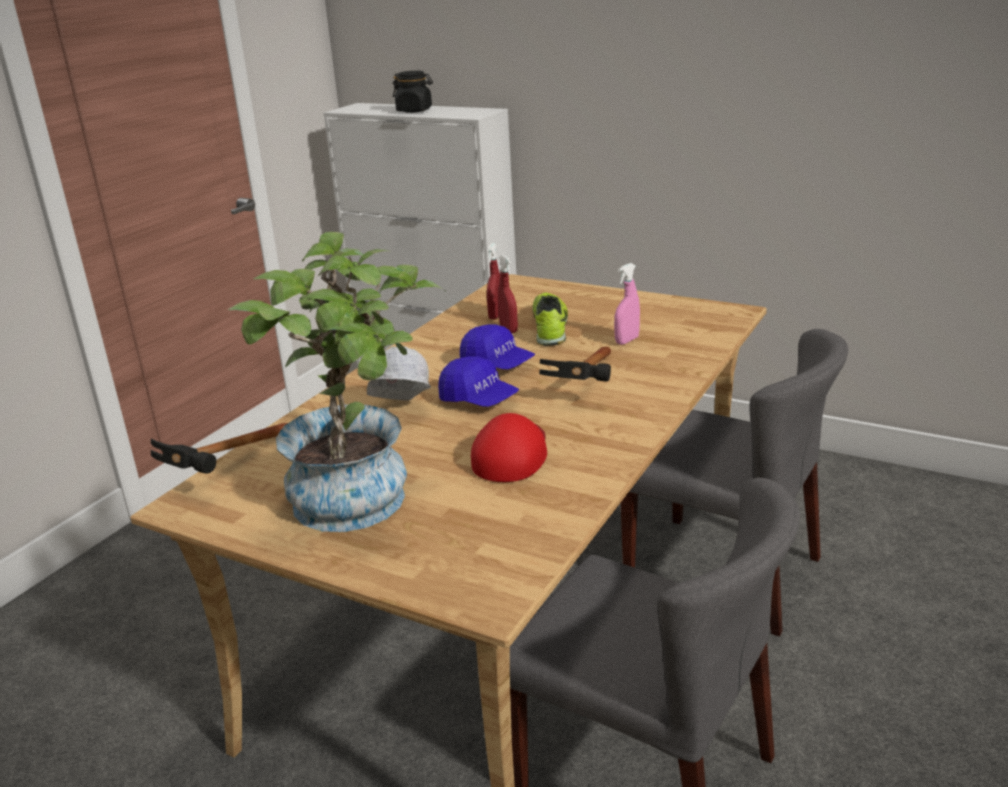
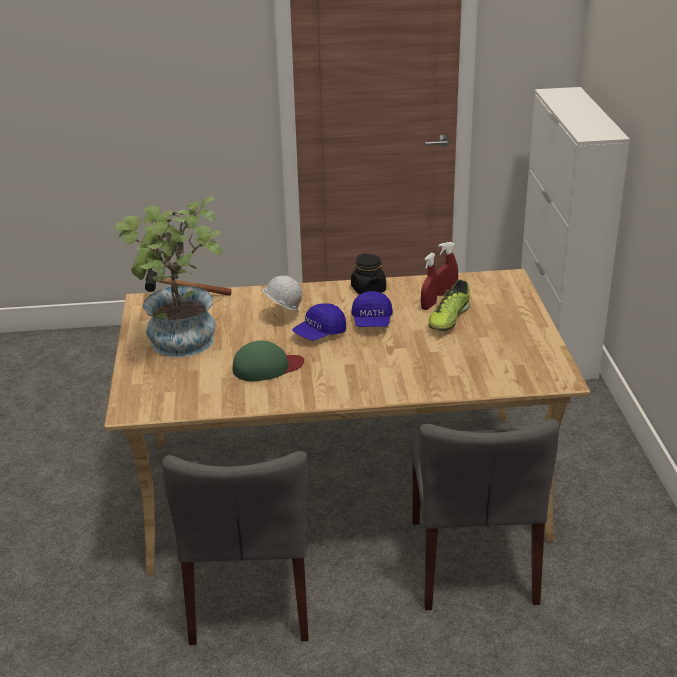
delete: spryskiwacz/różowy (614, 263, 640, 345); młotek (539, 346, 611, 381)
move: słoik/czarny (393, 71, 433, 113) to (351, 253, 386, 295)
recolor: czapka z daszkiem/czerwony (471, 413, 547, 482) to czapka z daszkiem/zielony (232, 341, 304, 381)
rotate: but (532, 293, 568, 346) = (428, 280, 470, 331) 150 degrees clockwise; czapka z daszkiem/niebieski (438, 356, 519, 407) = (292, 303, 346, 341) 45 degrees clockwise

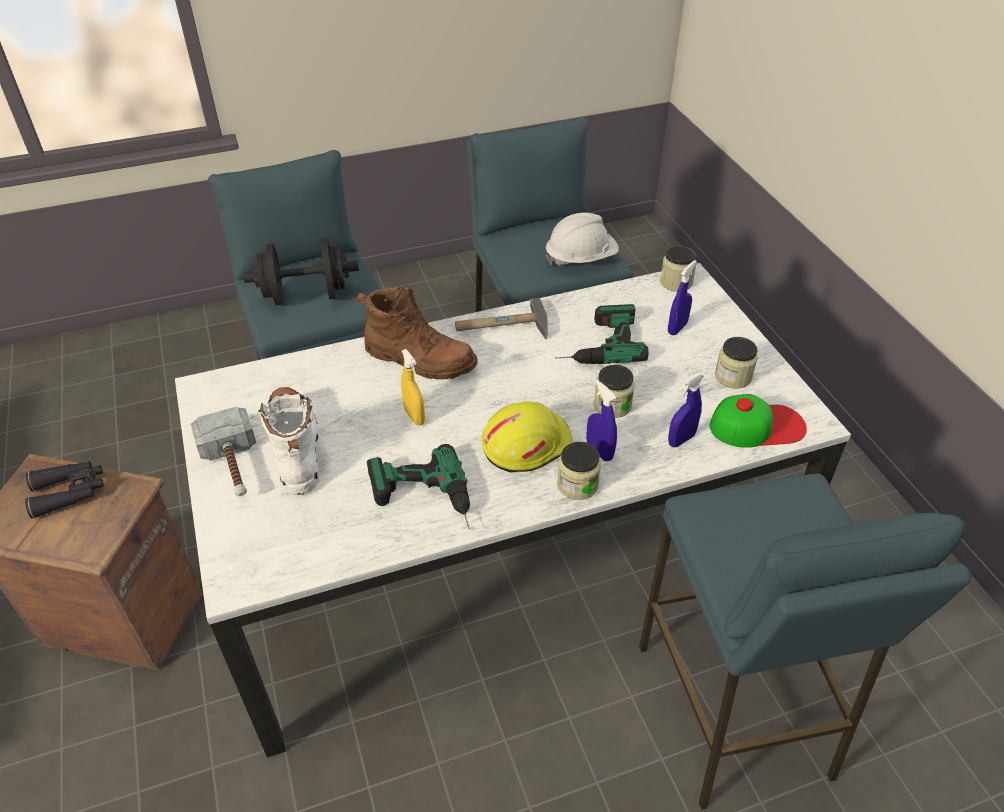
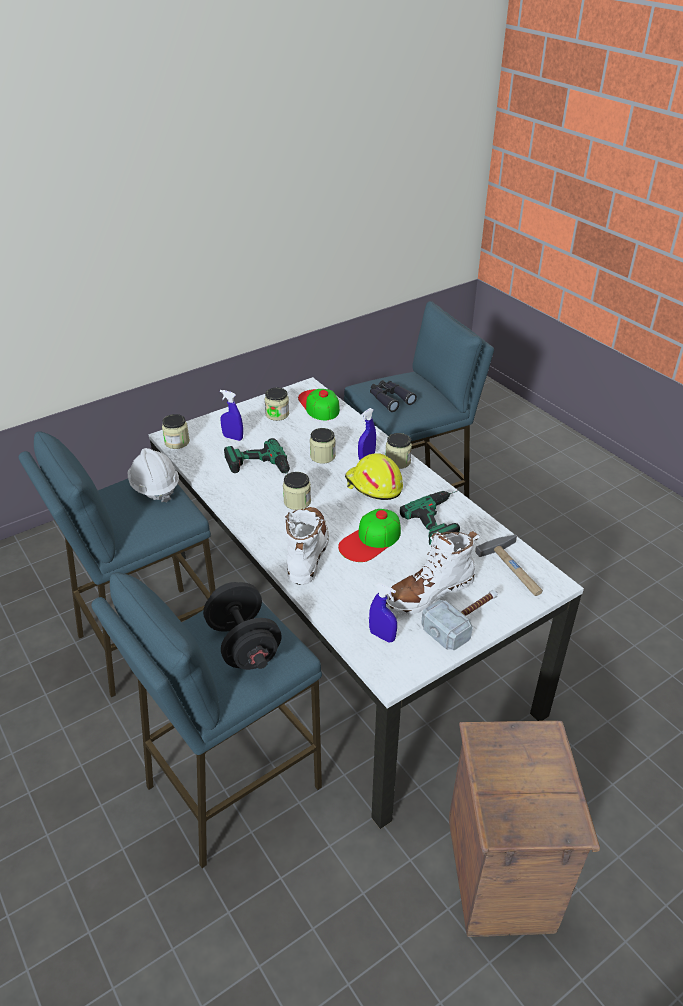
insert: słoik (283, 472, 311, 510)
move: młotek (455, 298, 548, 339) to (475, 535, 543, 596); spryskiwacz/niebieski (668, 373, 704, 447) to (369, 583, 397, 643); lornetka/czarny (25, 461, 104, 518) to (370, 380, 417, 412)
replace: spryskiwacz/żółty (401, 349, 425, 425) to czapka z daszkiem (338, 509, 401, 562)
recolor: but z cholewką/brązowy (355, 285, 478, 380) to but z cholewką/biały (285, 507, 329, 585)

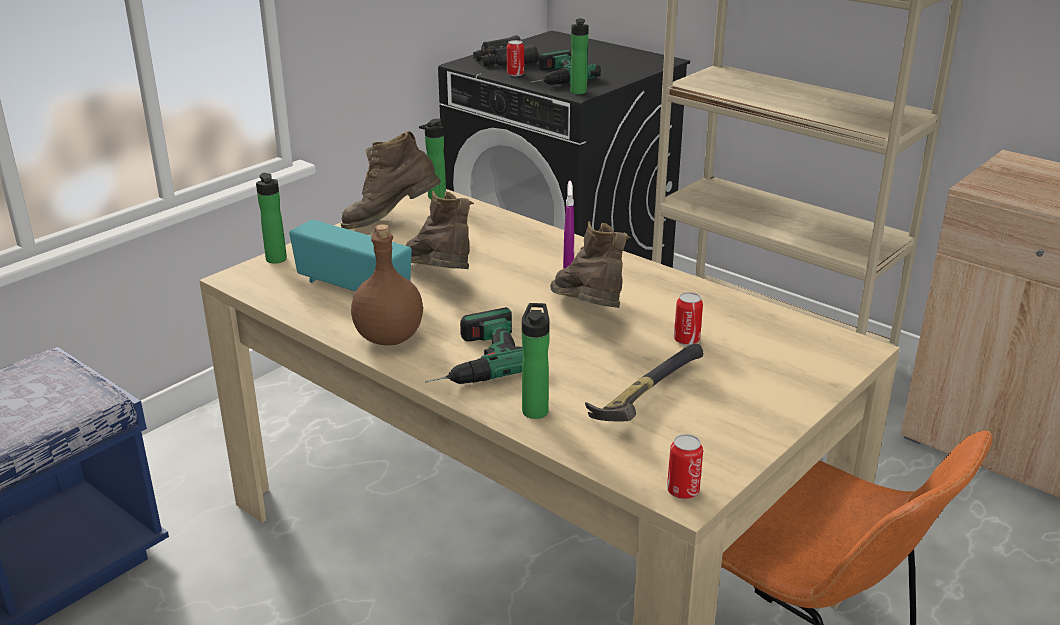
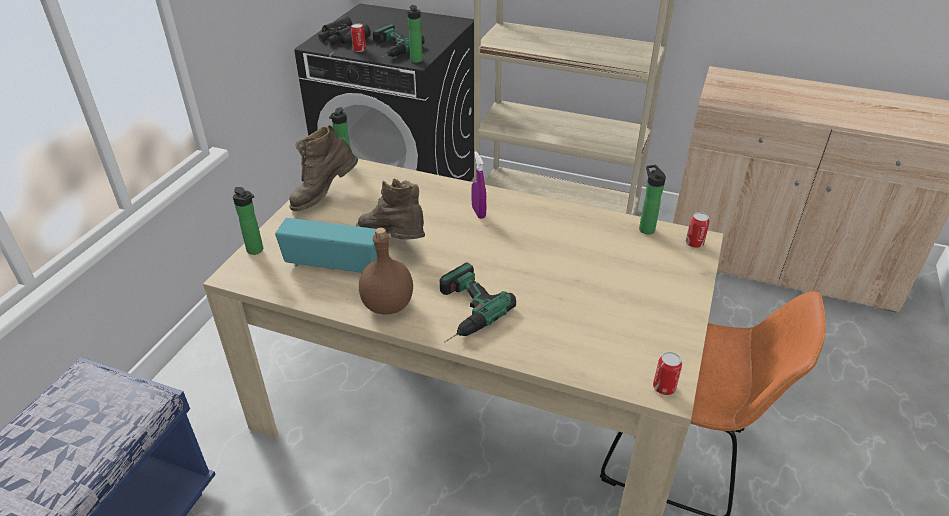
delete: but z cholewką/brązowy (550, 221, 631, 308); młotek (585, 344, 703, 422)
move: puszka (674, 292, 703, 345) to (686, 212, 710, 248); butelka (522, 303, 549, 419) to (639, 165, 666, 234)

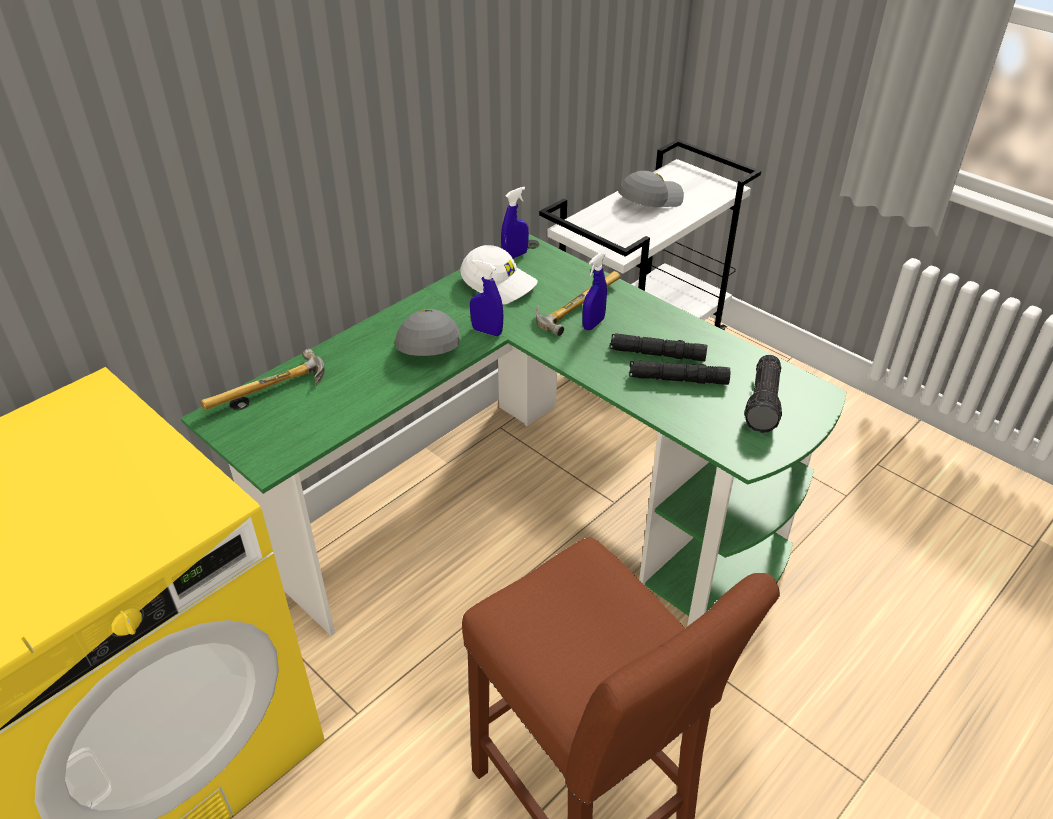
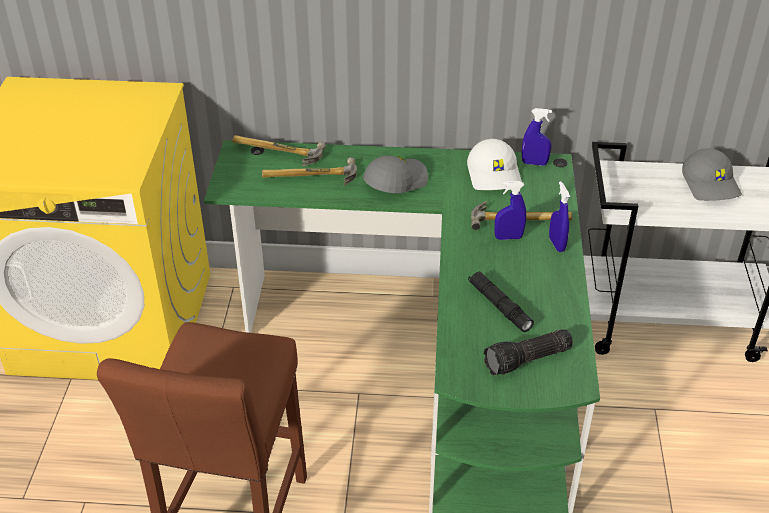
delete: latarka/czarny (609, 333, 707, 361)
insert: młotek (262, 157, 357, 186)
move: spryskiwacz/niebieski (470, 260, 504, 336) to (549, 181, 570, 252)
rotate: czapka z daszkiem/szary (618, 171, 684, 207) = (682, 148, 742, 201) 60 degrees clockwise

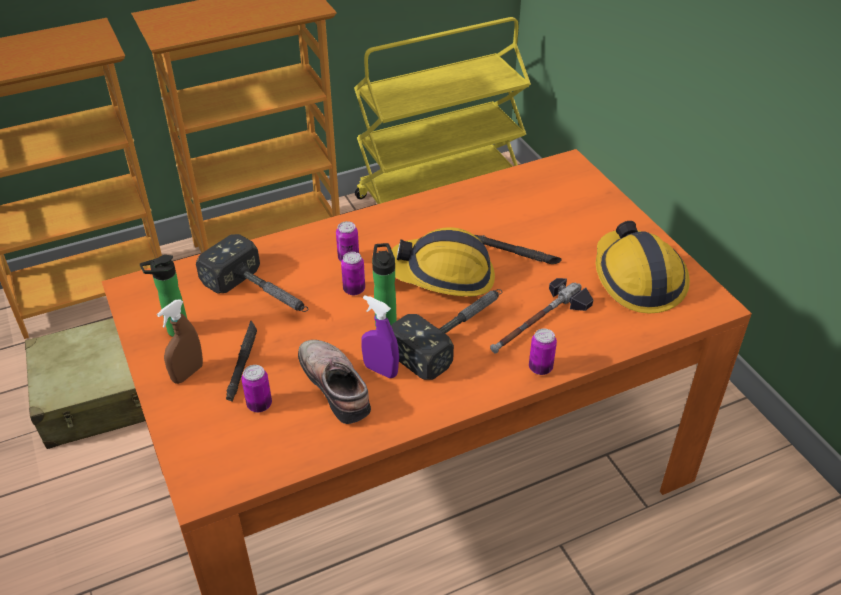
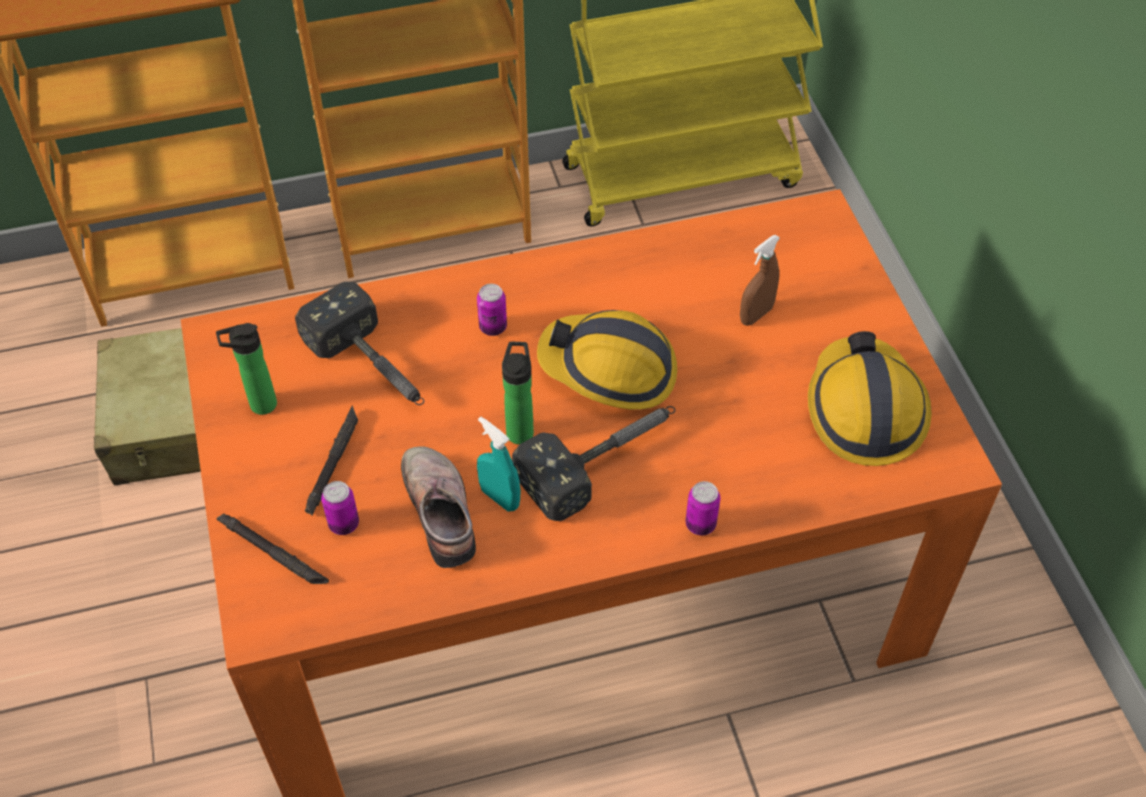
delete: puszka (341, 252, 365, 295); młotek (490, 278, 593, 354)
move: latarka/czarny (475, 235, 562, 264) to (217, 514, 329, 584); spryskiwacz/brązowy (157, 299, 203, 384) to (740, 235, 780, 326)
recolor: spryskiwacz/fioletowy (361, 295, 399, 378) to spryskiwacz/turkusowy (477, 417, 520, 512)

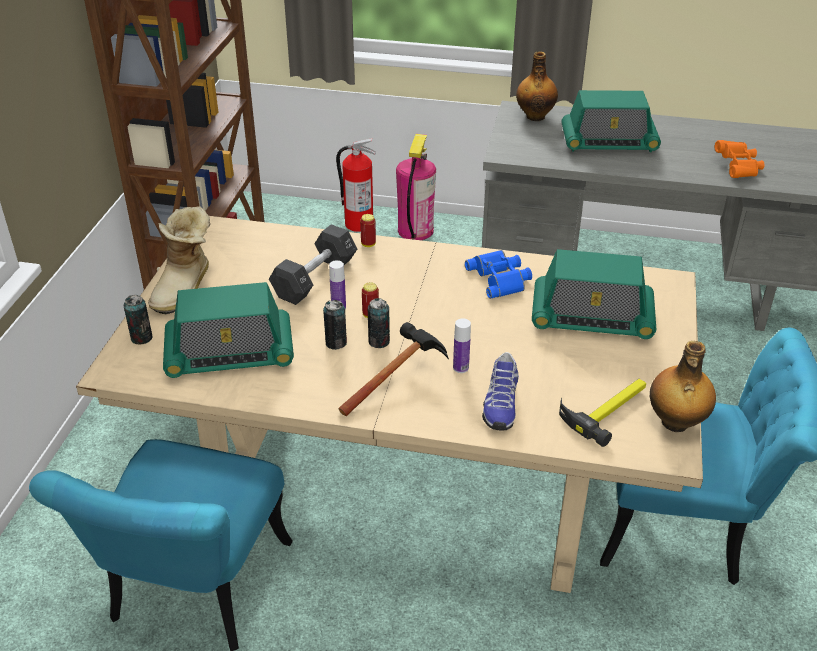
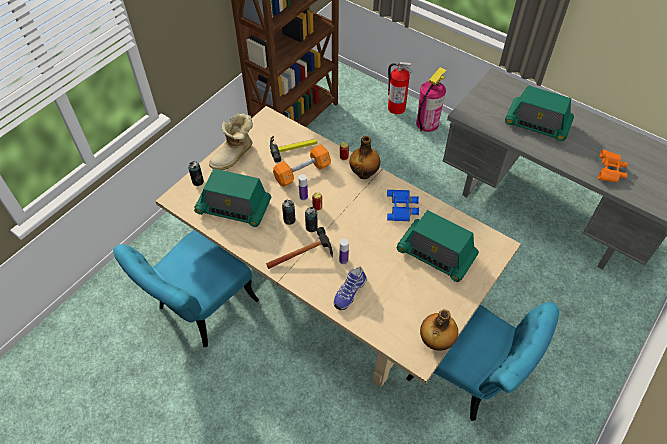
move: butelka (516, 51, 558, 121) to (349, 136, 381, 179); młotek (559, 379, 646, 447) to (270, 135, 317, 163)
recolor: hantel/czarny (269, 224, 357, 305) to hantel/pomarańczowy (273, 144, 331, 187)

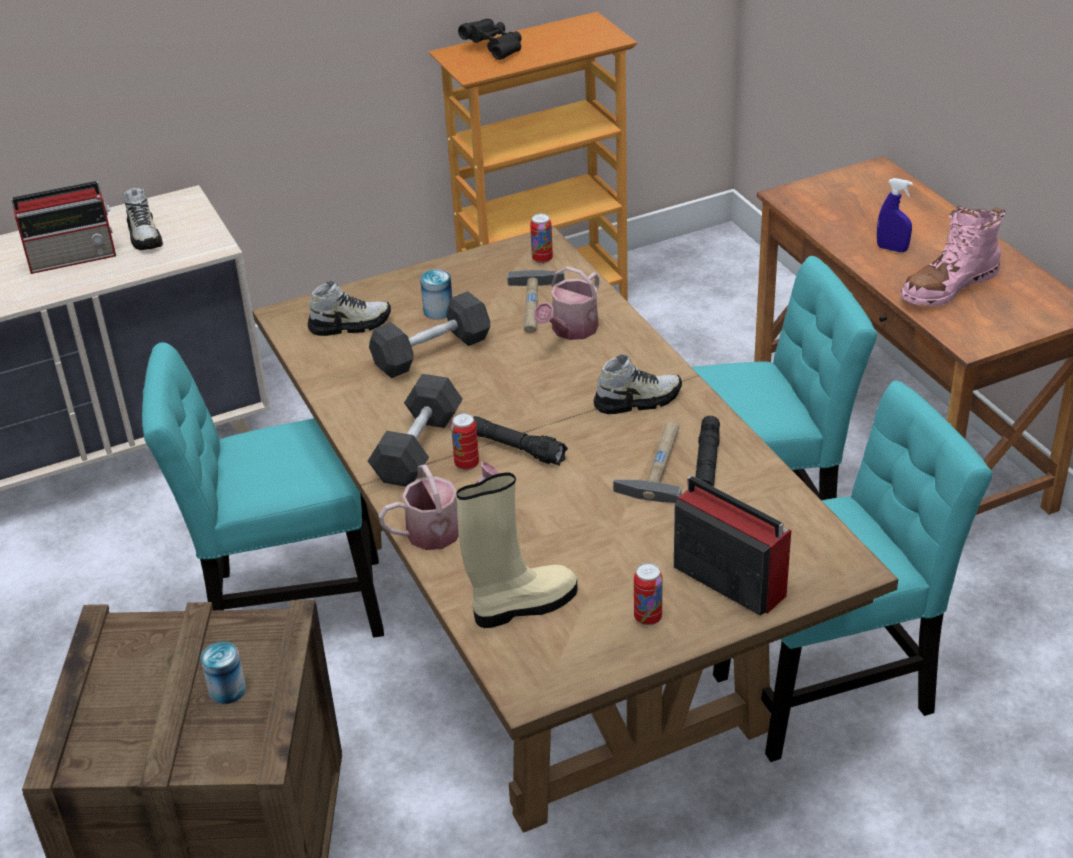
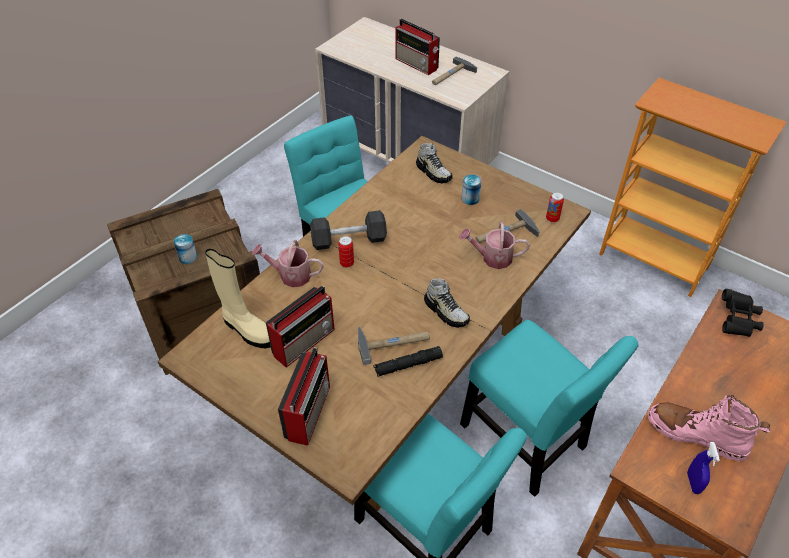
delete: hantel/czarny (369, 291, 490, 378); latarka/czarny (473, 416, 568, 466); puszka (634, 563, 663, 626)
insert: radio (266, 286, 335, 368)
move: lornetka/czarny (458, 19, 521, 60) to (722, 289, 764, 337); spryskiwacz/niebieski (877, 178, 913, 252) to (687, 442, 720, 494)
replace: but (123, 188, 163, 250) to młotek (432, 57, 477, 85)
rotate: konewka (379, 462, 499, 550) = (252, 240, 324, 287) 150 degrees clockwise

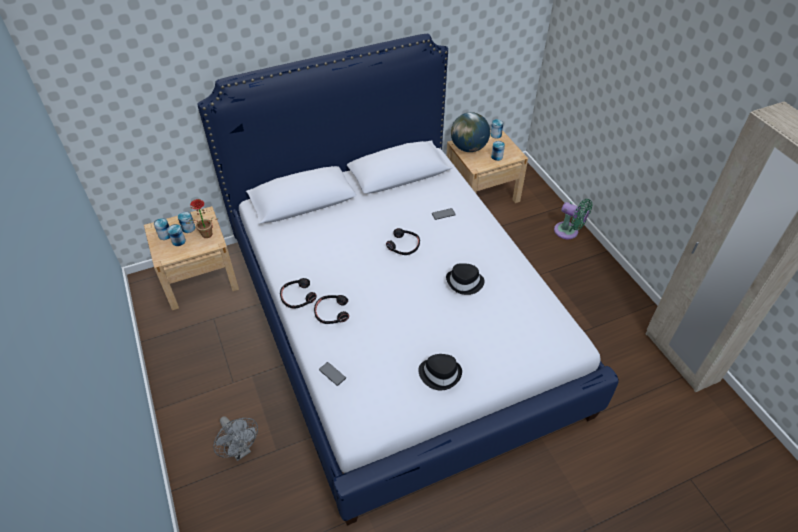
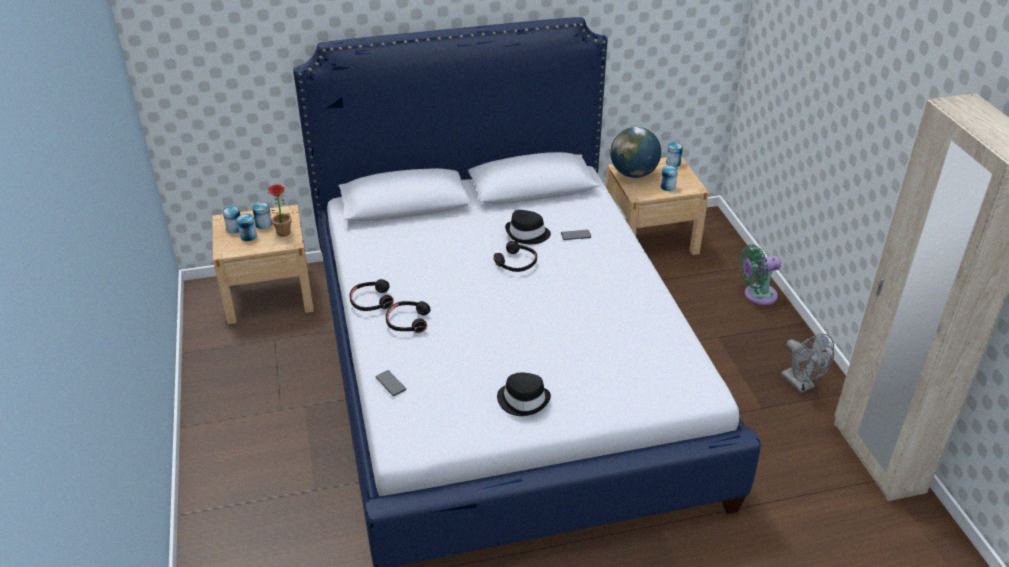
move: kapelusz/czarny (446, 263, 485, 295) to (505, 210, 551, 244); wentylator/szary (213, 416, 258, 461) to (781, 334, 834, 393)
rotate: wentylator/zielony (554, 199, 592, 239) = (740, 245, 781, 305) 120 degrees clockwise

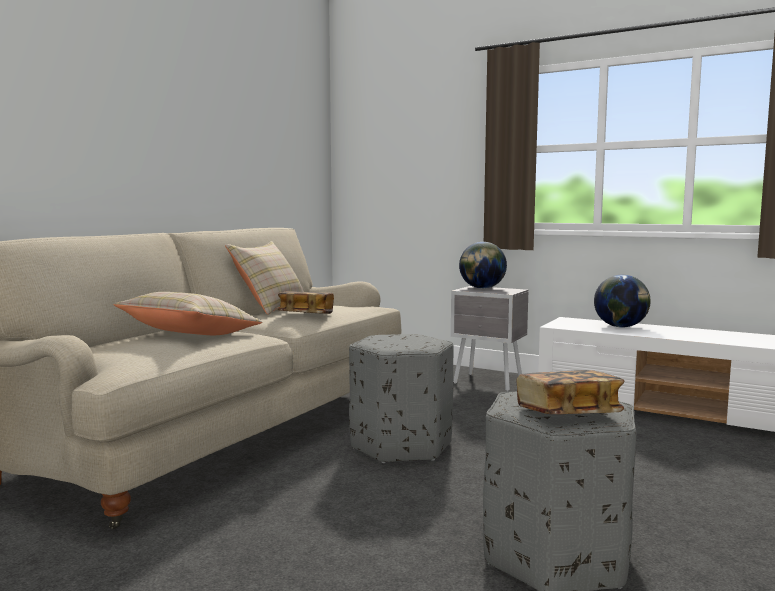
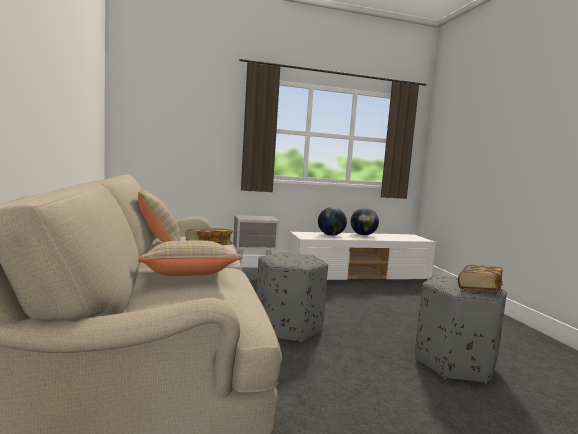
move: globus (459, 242, 507, 289) to (351, 208, 379, 235)

